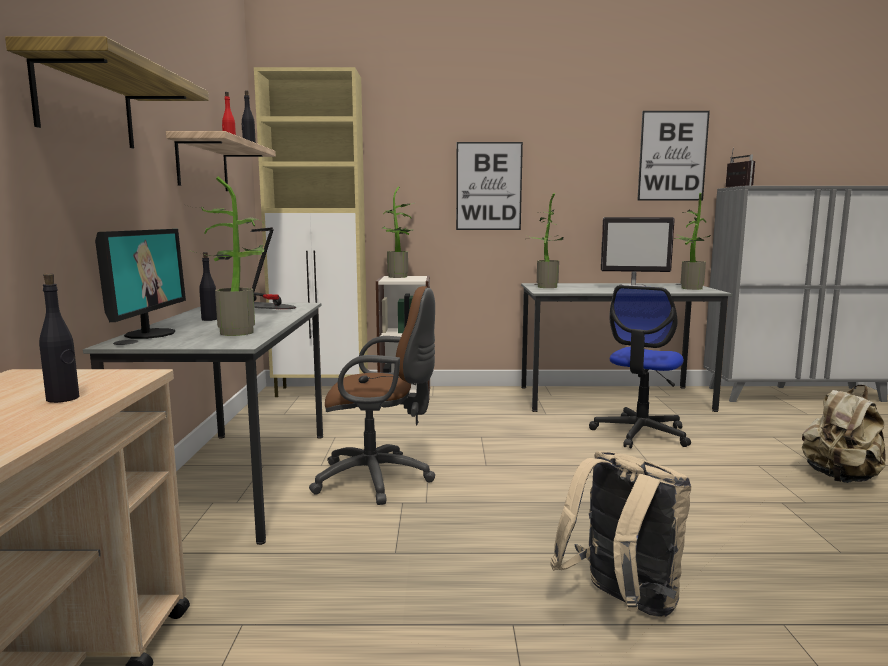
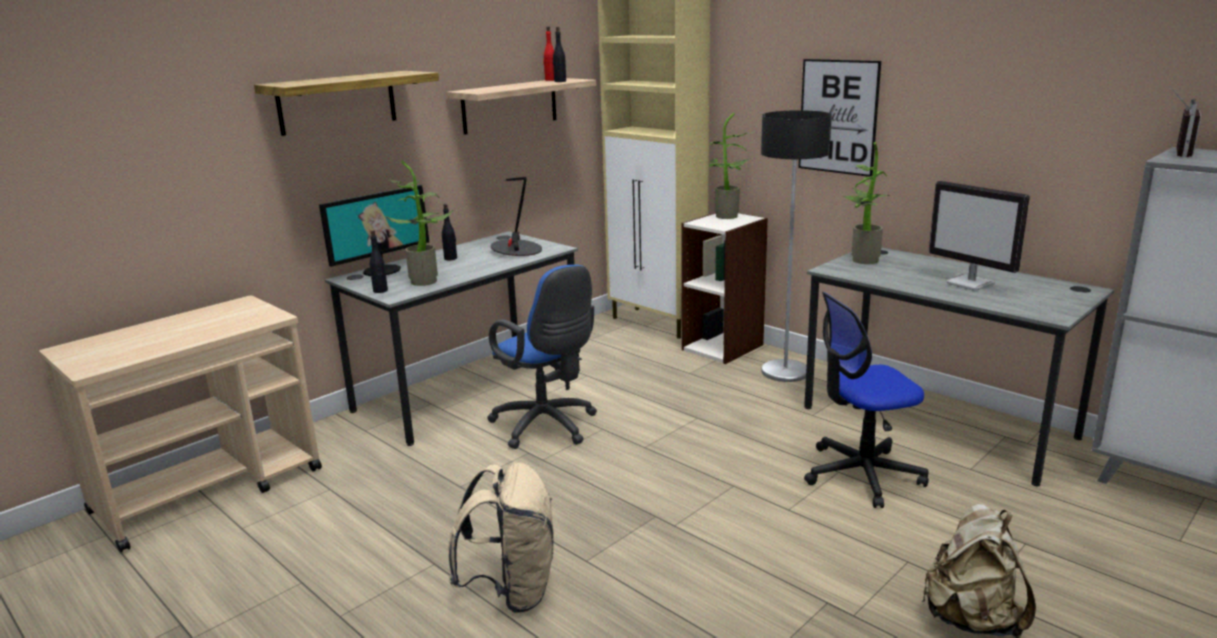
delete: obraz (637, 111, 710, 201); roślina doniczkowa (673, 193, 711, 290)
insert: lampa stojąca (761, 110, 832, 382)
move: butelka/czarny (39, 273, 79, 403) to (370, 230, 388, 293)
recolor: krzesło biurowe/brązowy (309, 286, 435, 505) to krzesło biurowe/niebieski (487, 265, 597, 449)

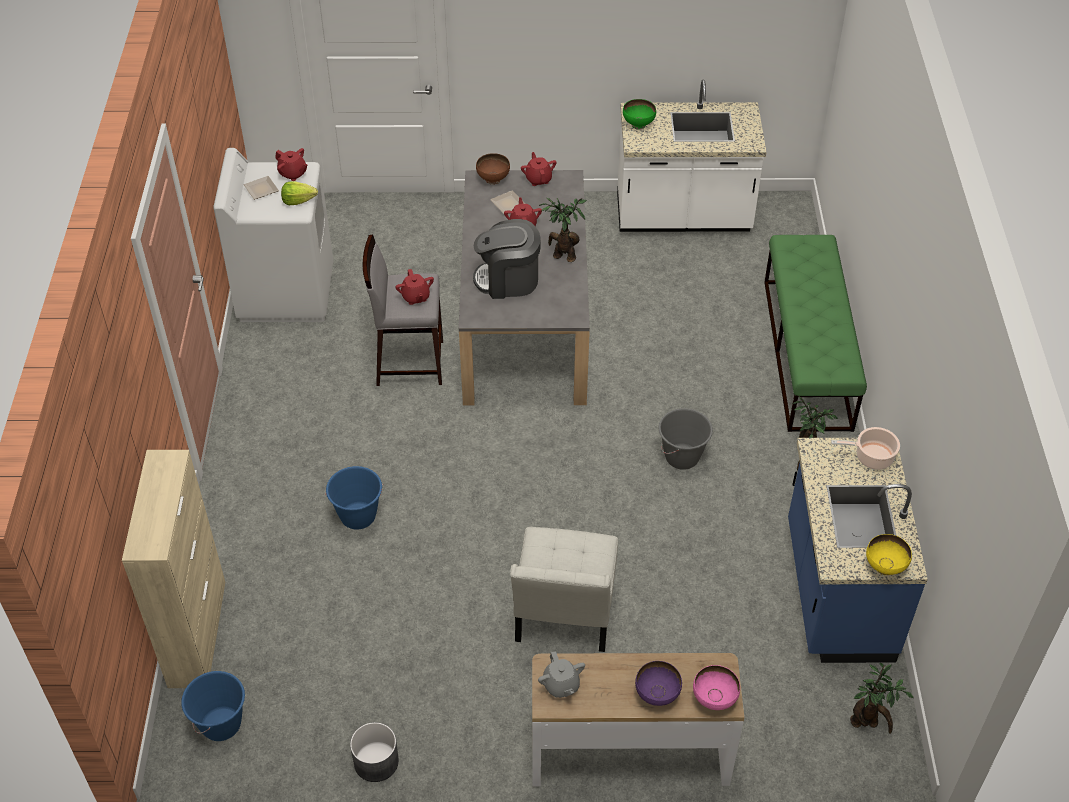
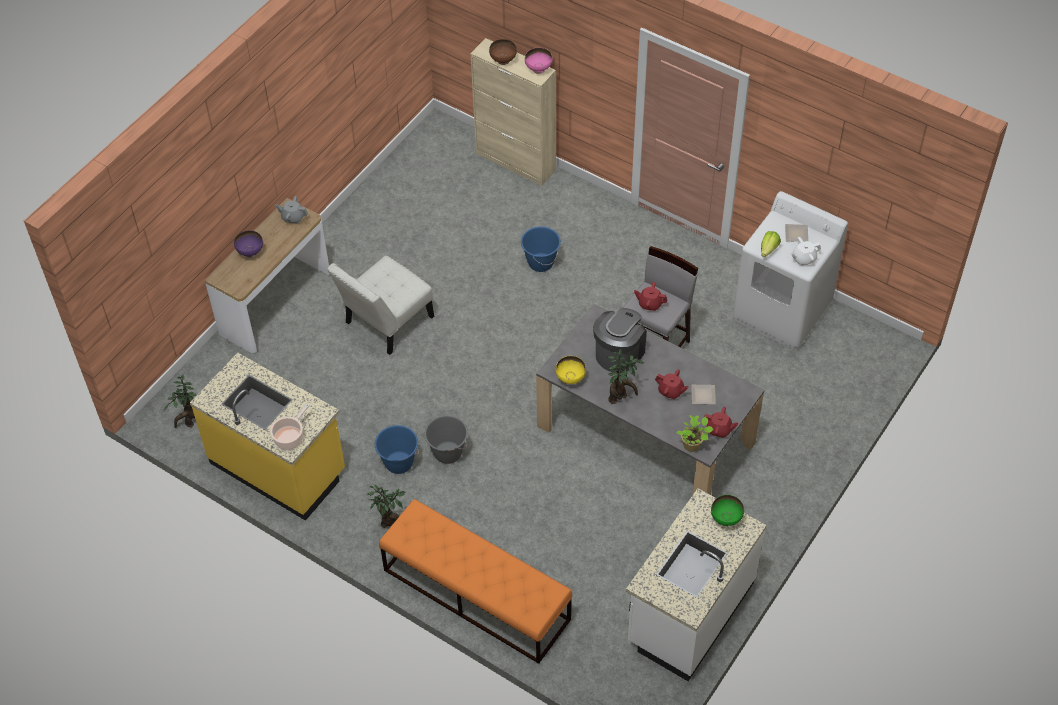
delete: donica/szary (350, 722, 399, 782)
insert: roślina doniczkowa (677, 415, 713, 452)
move: miska/brązowy (476, 153, 510, 185) to (489, 39, 517, 65); miska/żółty (866, 534, 912, 575) to (556, 356, 586, 384); miska/różowy (693, 665, 740, 710) to (525, 48, 553, 74); wiadro/niebieski (181, 671, 245, 741) to (375, 425, 419, 474)
recolor: imbryk/czerwony (275, 148, 308, 181) to imbryk/biały (790, 237, 821, 266); ławka/zielony (764, 235, 867, 432) to ławka/pomarańczowy (379, 499, 572, 664); zabudowa kuchenna/niebieski (788, 438, 928, 663) to zabudowa kuchenna/żółty (190, 353, 345, 521)
rotate: krzesło/biały (510, 527, 618, 652) = (327, 256, 434, 355) 90 degrees counterclockwise

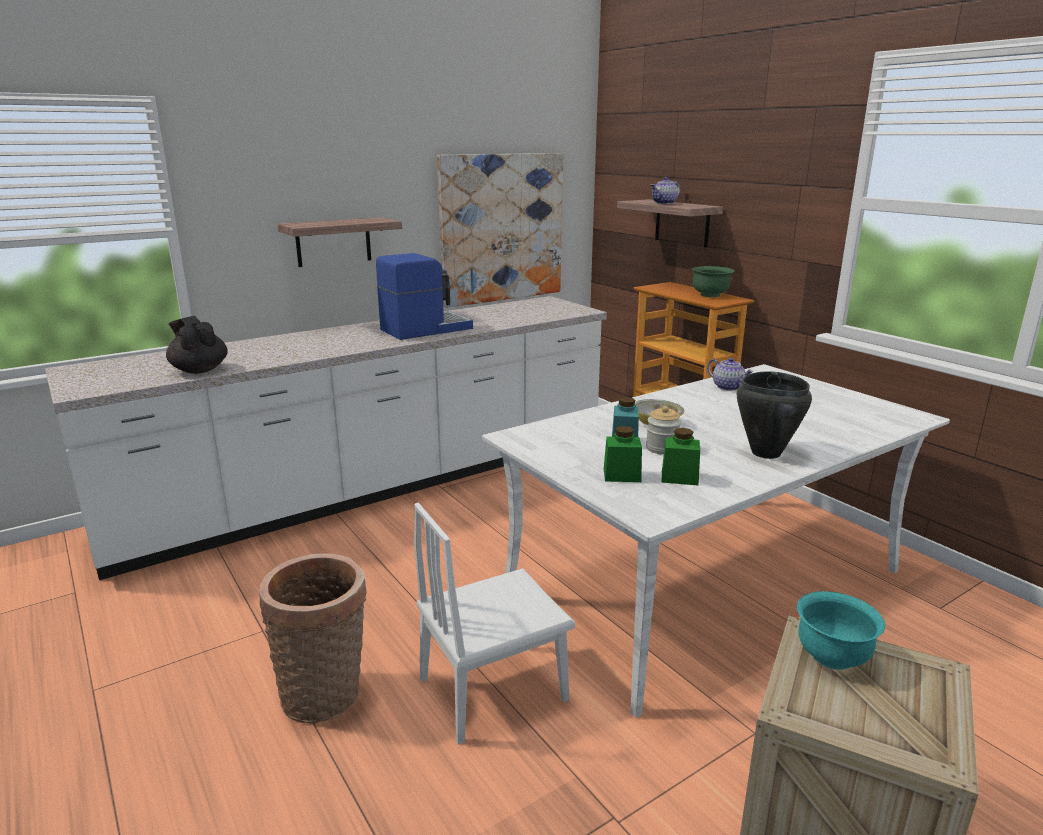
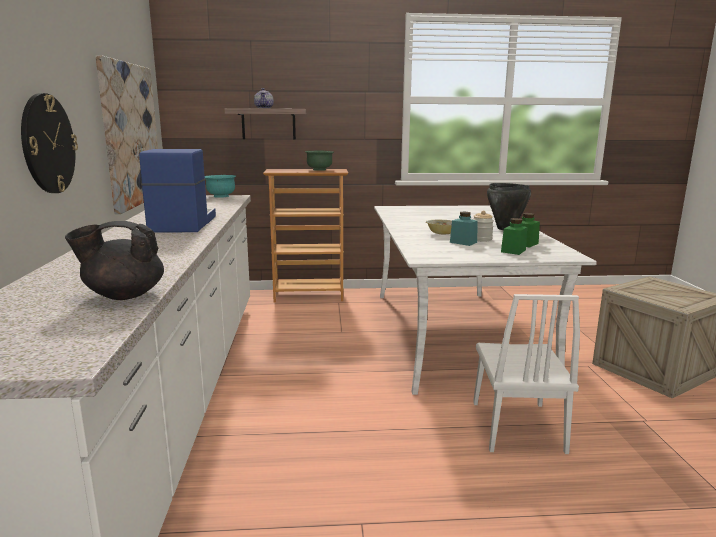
delete: imbryk (707, 358, 754, 391); koszyk (259, 553, 366, 723)
move: miska/turkusowy (797, 591, 885, 670) to (205, 175, 236, 198)
replace: półka (277, 217, 402, 267) to zegar ścienny (21, 93, 78, 193)

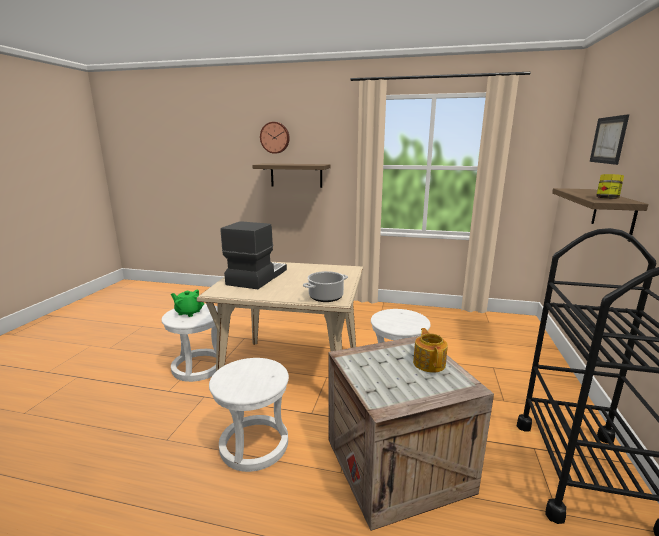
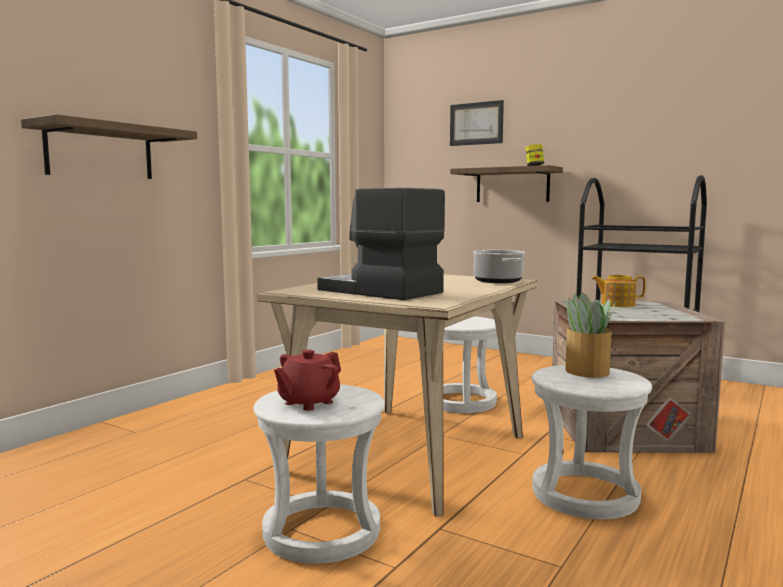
delete: zegar ścienny (260, 122, 290, 154)
insert: roślina doniczkowa (563, 292, 616, 378)
recolor: imbryk/zielony (171, 290, 204, 317) to imbryk/czerwony (274, 350, 341, 411)

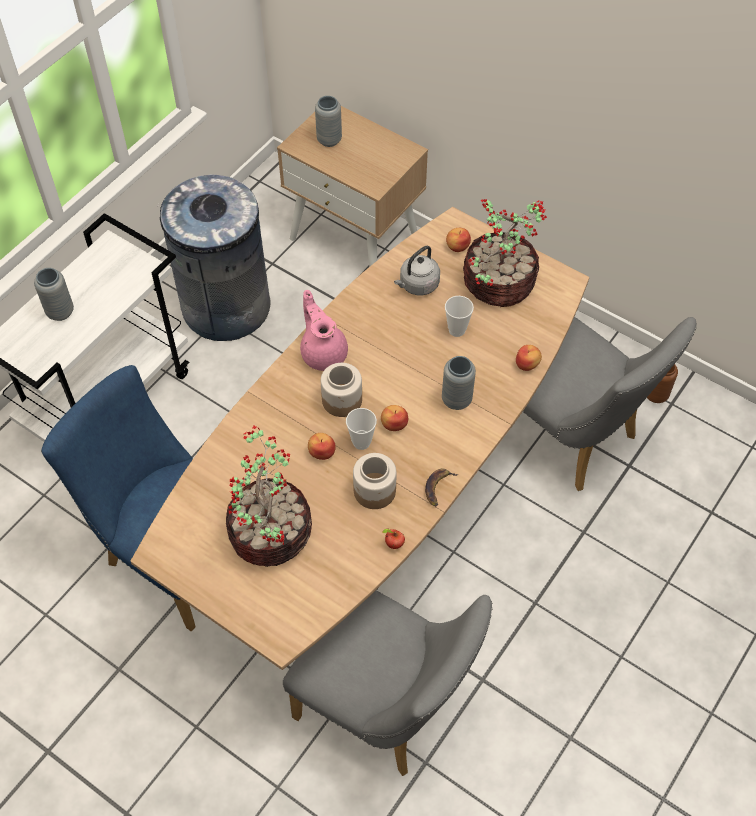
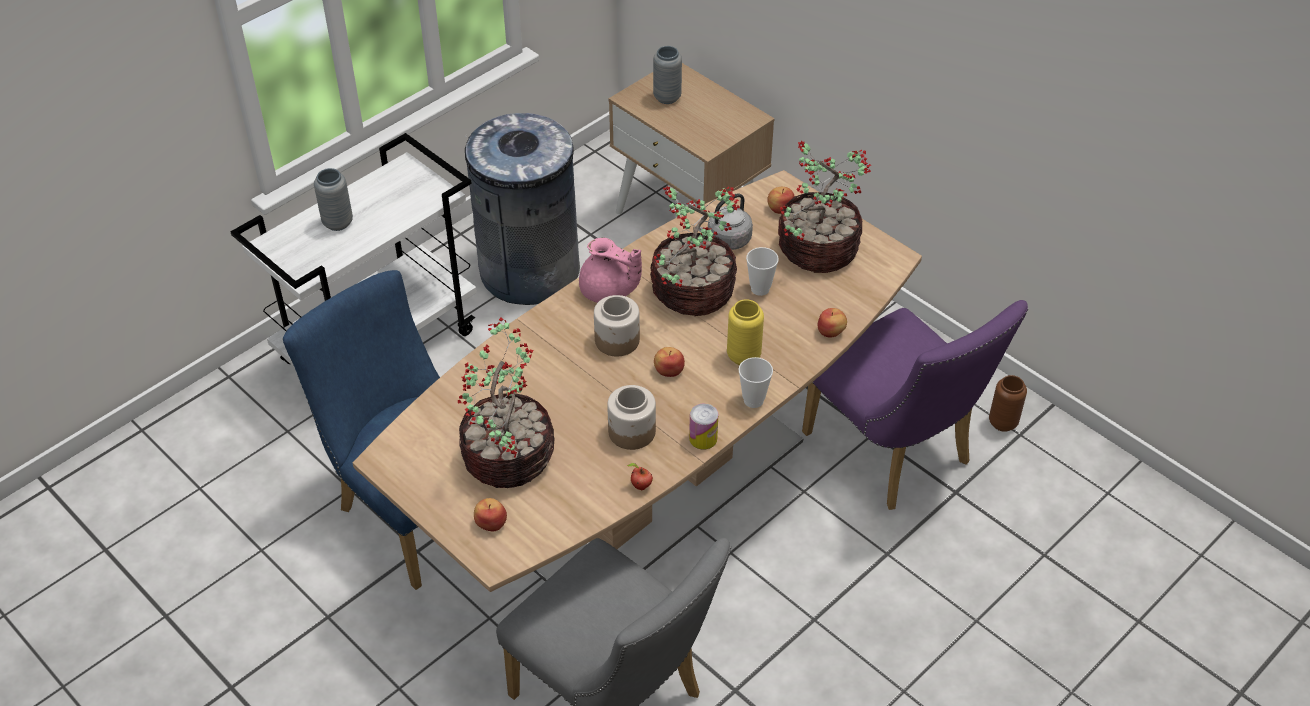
insert: roślina doniczkowa (650, 186, 740, 316)
move: filiżanka (346, 408, 377, 450) to (738, 357, 773, 408); jabłko (308, 433, 336, 460) to (474, 498, 507, 531)
replace: banan (425, 469, 458, 506) to puszka (689, 403, 718, 450)
recolor: krzesło/szary (523, 317, 697, 491) to krzesło/fioletowy (802, 300, 1028, 510); wazon/szary (442, 356, 476, 410) to wazon/żółty (727, 299, 764, 365)
rotate: imbryk/różowy (300, 290, 348, 371) = (579, 238, 642, 303) 135 degrees clockwise

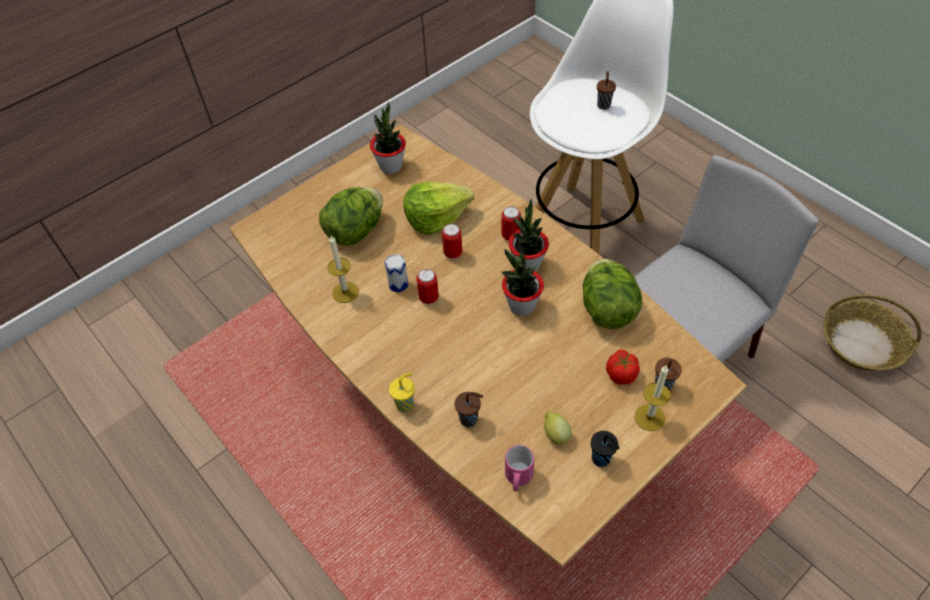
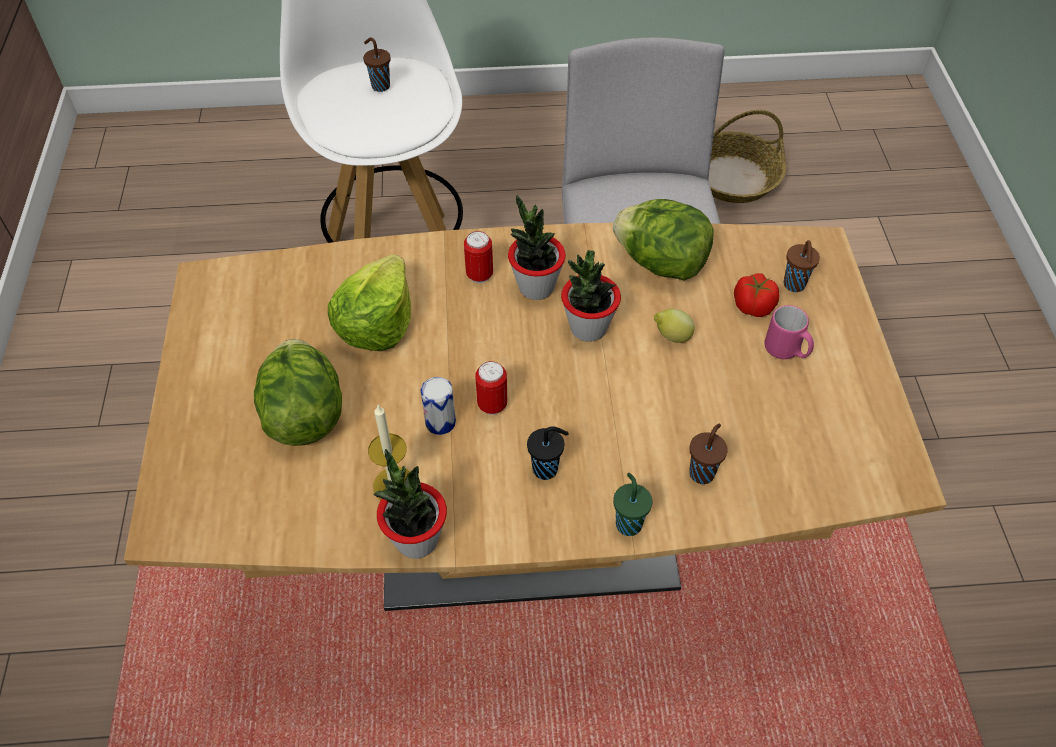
delete: puszka (442, 224, 462, 259); świeca (635, 366, 671, 431)
move: roślina doniczkowa (370, 102, 406, 174) to (373, 449, 447, 559); cytryna (544, 411, 572, 445) to (654, 309, 695, 343); filiżanka/czarny (591, 431, 620, 467) to (527, 426, 569, 480); kubek/różowy (505, 445, 534, 492) to (765, 305, 814, 359)
recolor: filiżanka/żółty (389, 373, 415, 413) to filiżanka/zielony (613, 473, 652, 536)

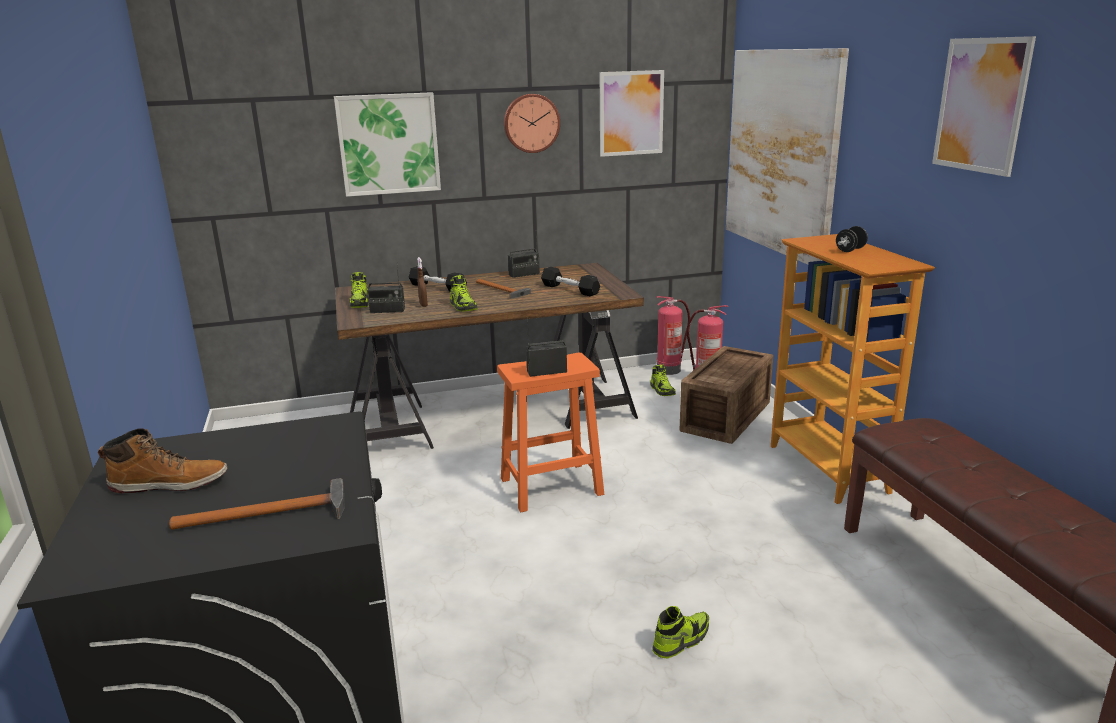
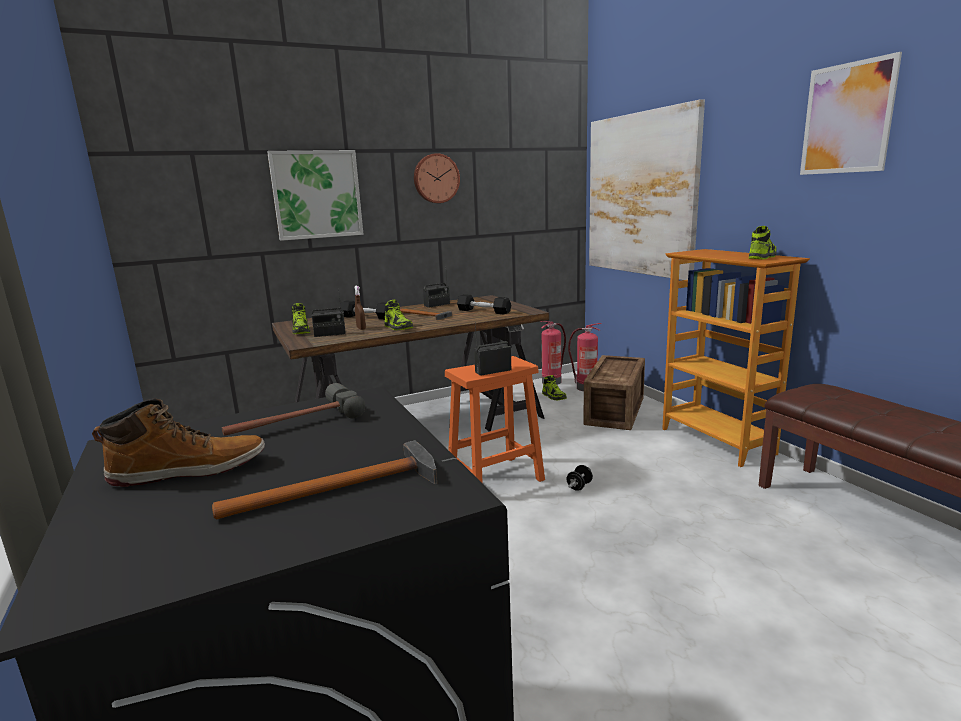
delete: obraz (600, 70, 664, 157)
insert: młotek (222, 383, 365, 436)
move: hantel/czarny (836, 226, 868, 252) to (567, 465, 593, 491); but (652, 606, 709, 658) to (749, 226, 777, 259)

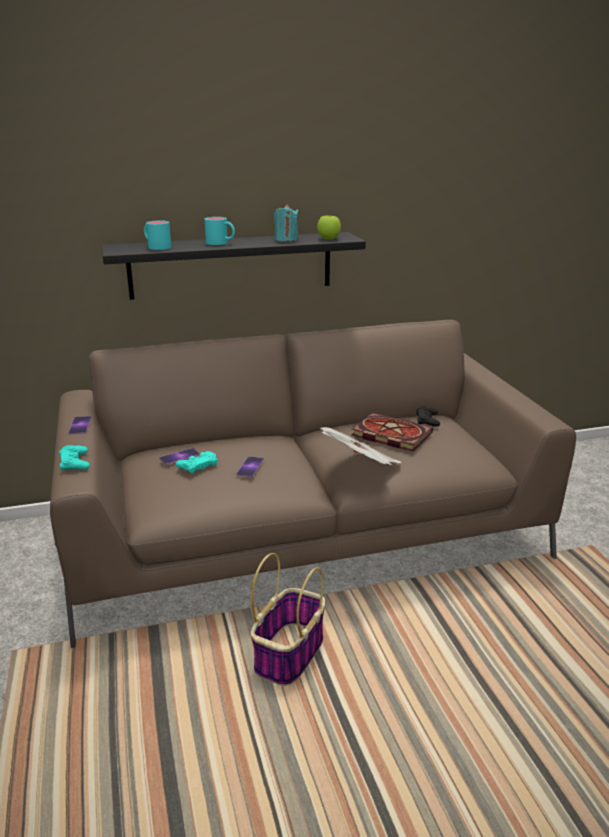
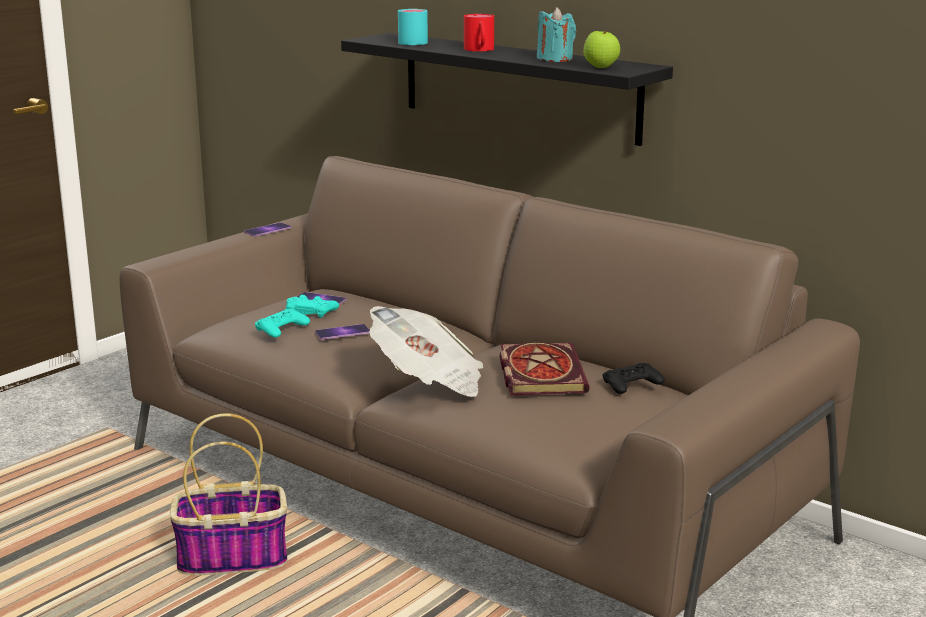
move: pad do gier/turkusowy (59, 445, 90, 471) to (255, 309, 310, 338)
recolor: kubek/turkusowy (205, 217, 235, 245) to kubek/czerwony (464, 14, 494, 51)

